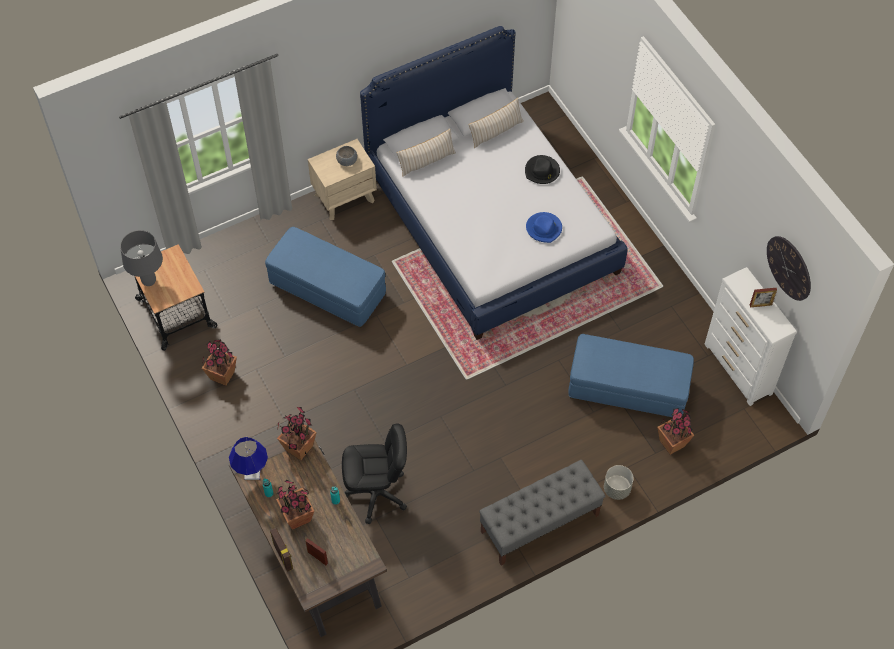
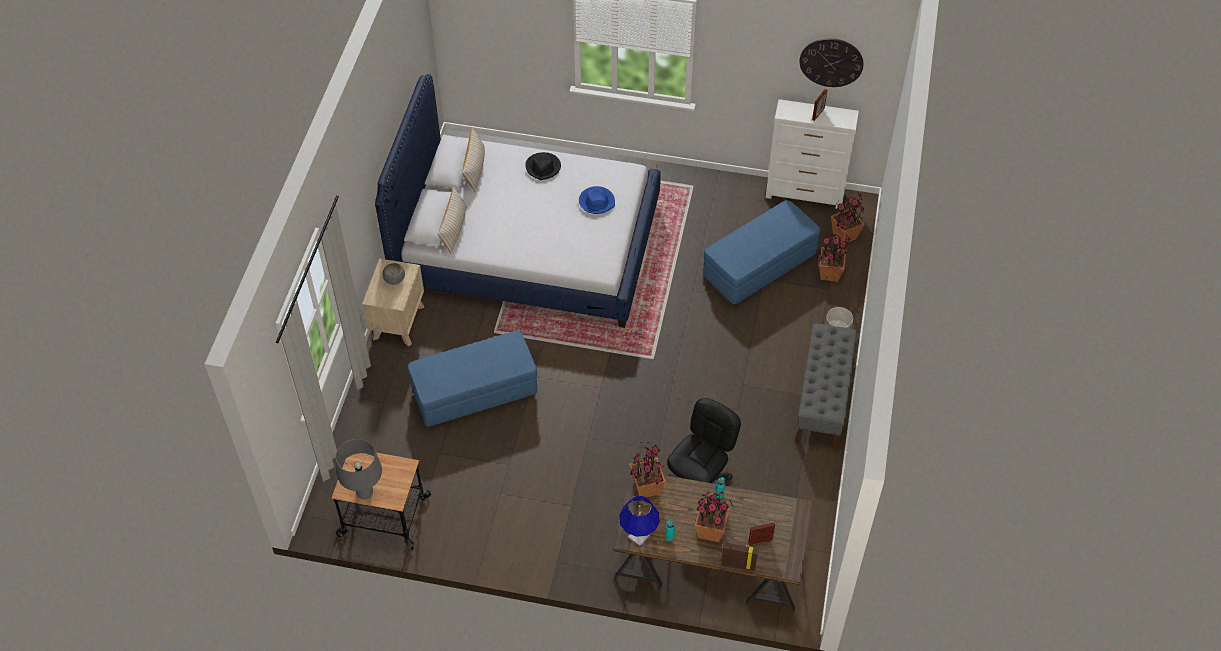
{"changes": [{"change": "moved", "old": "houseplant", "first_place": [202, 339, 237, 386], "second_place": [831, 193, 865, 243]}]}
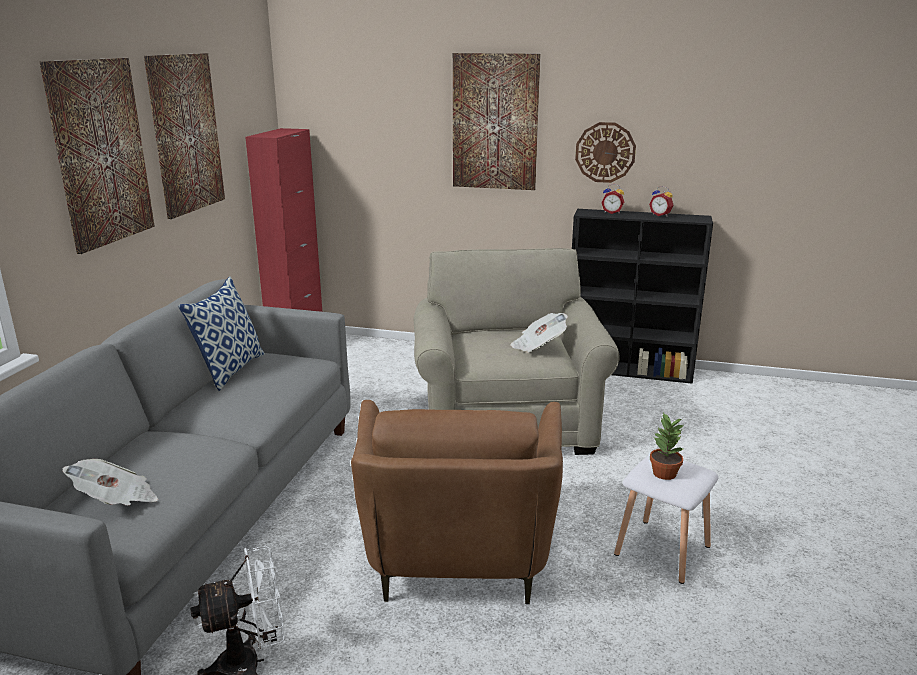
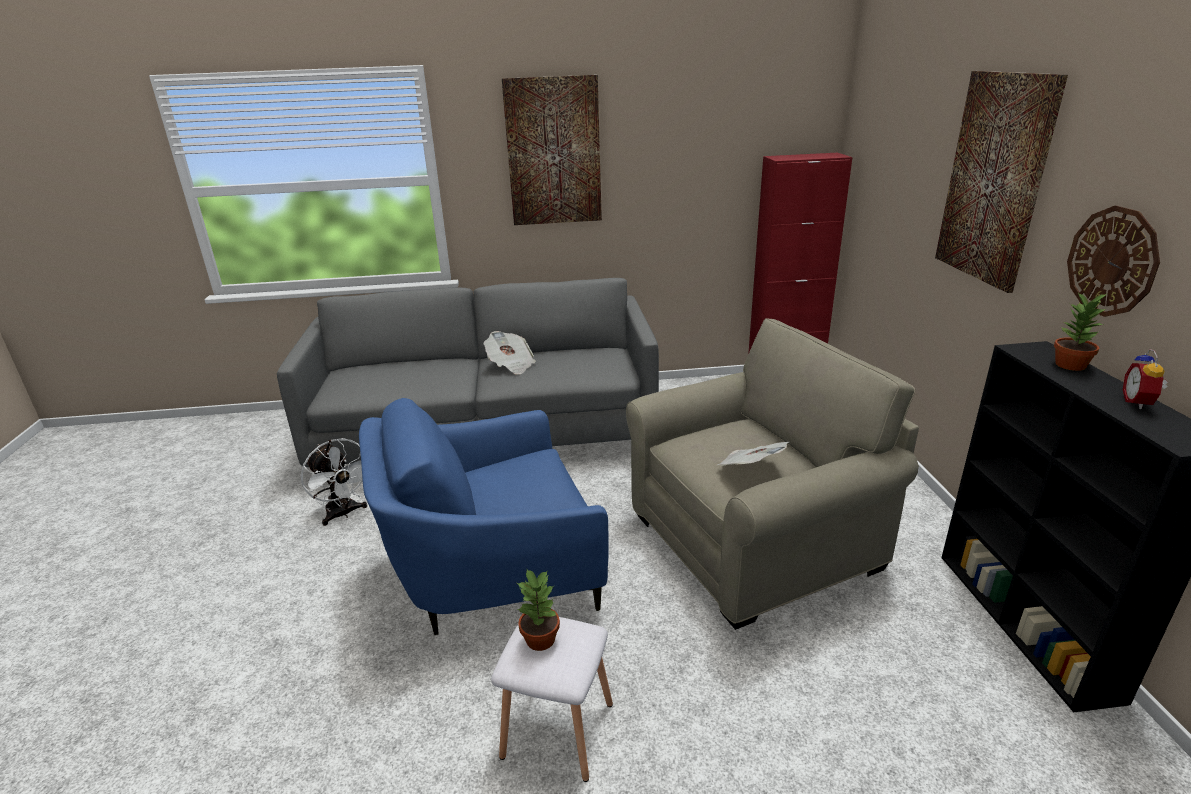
{"changes": [{"change": "removed", "old": "picture", "first_place": [144, 53, 225, 219]}, {"change": "replaced", "old": "bedside clock", "new": "houseplant", "first_place": [601, 184, 624, 214], "second_place": [1054, 292, 1106, 371]}, {"change": "removed", "old": "throw pillow", "first_place": [178, 276, 265, 391]}, {"change": "recoloured", "old": "armchair (brown-coloured)", "new": "armchair (bluish)", "first_place": [351, 400, 563, 604], "second_place": [359, 398, 609, 635]}, {"change": "moved", "old": "newspaper", "first_place": [63, 459, 159, 505], "second_place": [484, 331, 536, 375]}]}
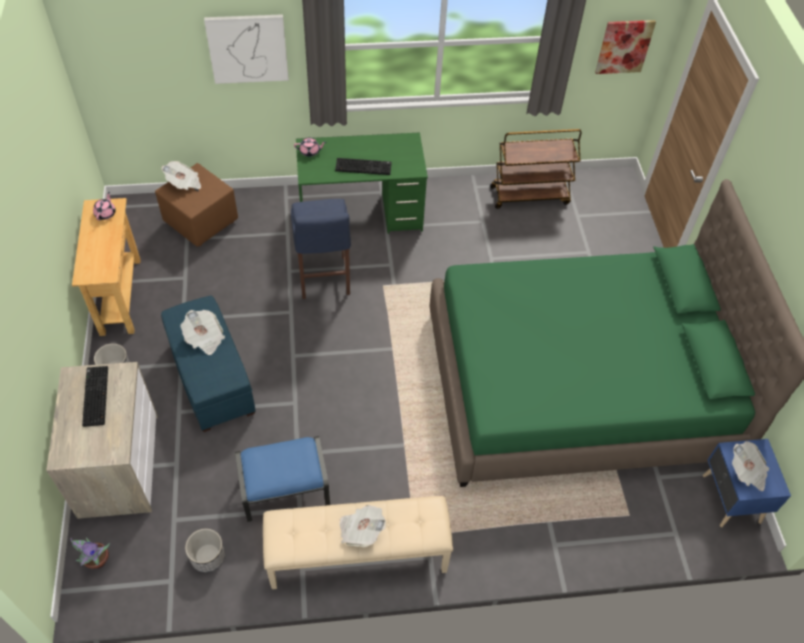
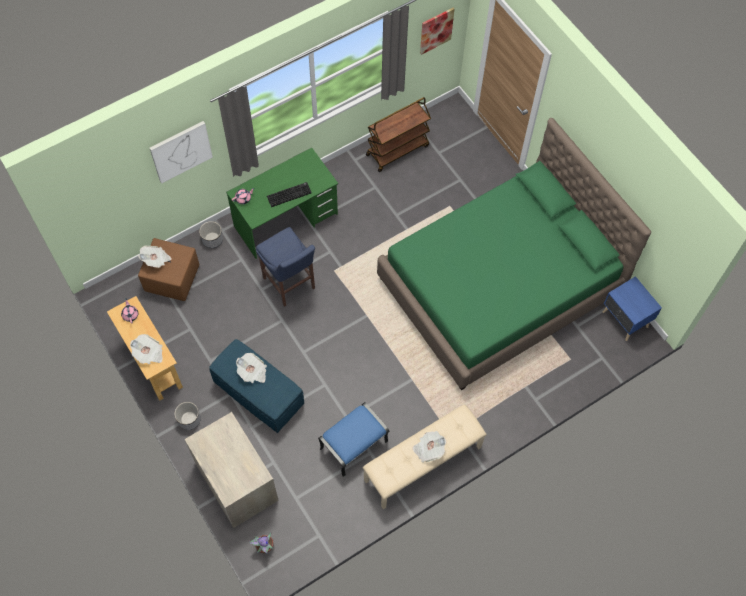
{"changes": [{"change": "removed", "old": "PC keyboard", "first_place": [82, 366, 108, 427]}, {"change": "moved", "old": "newspaper", "first_place": [732, 441, 769, 491], "second_place": [130, 334, 163, 364]}, {"change": "moved", "old": "plant pot", "first_place": [185, 529, 225, 573], "second_place": [199, 221, 223, 248]}]}
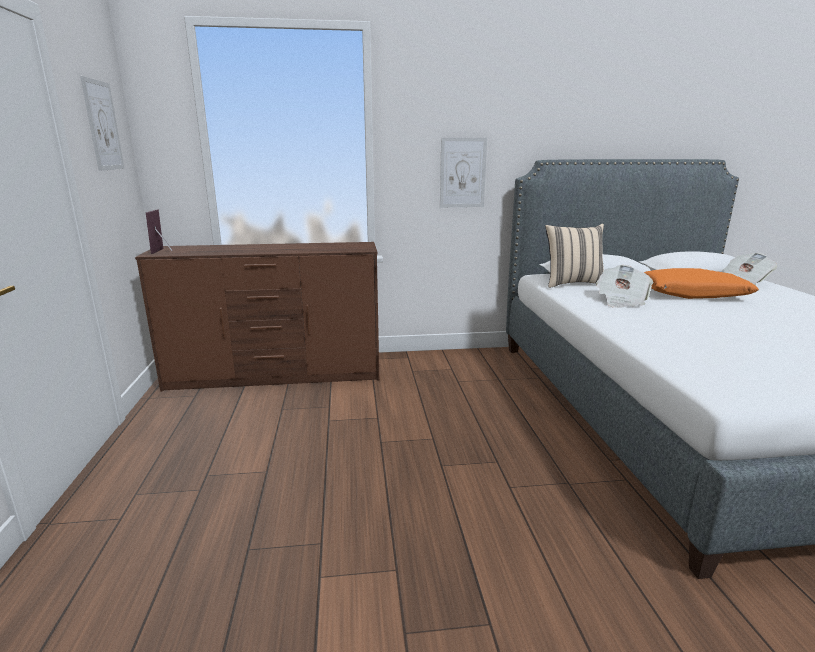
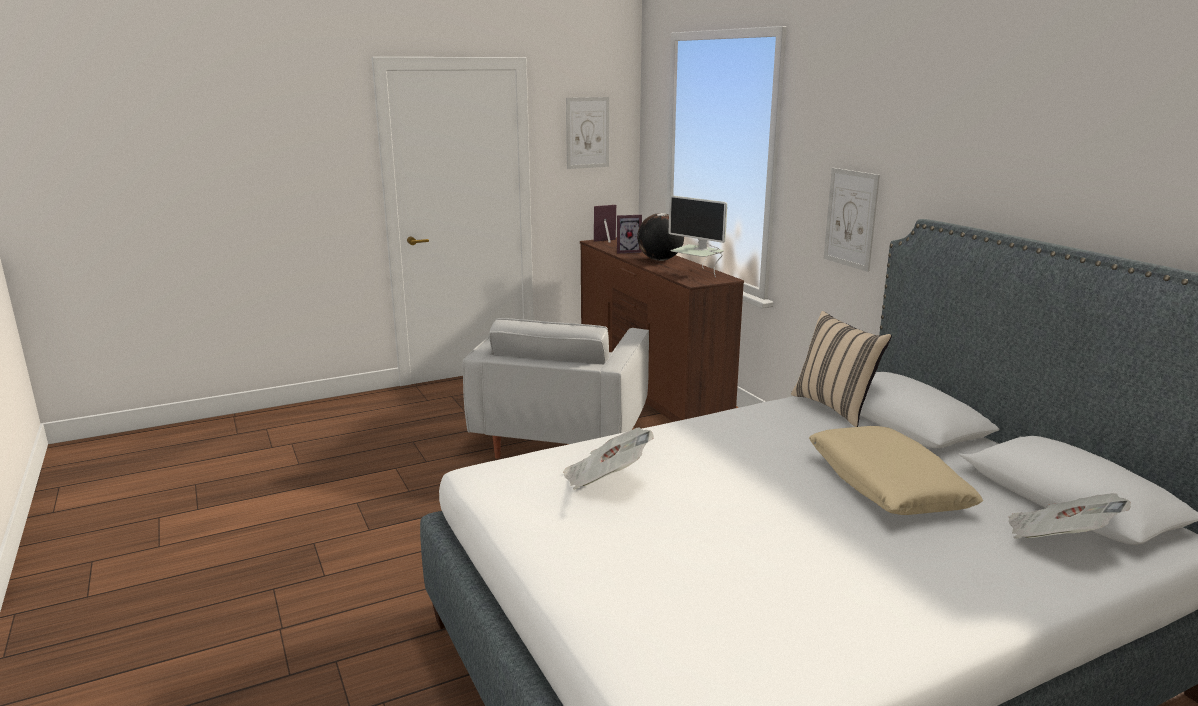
{"changes": [{"change": "moved", "old": "newspaper", "first_place": [596, 265, 653, 308], "second_place": [563, 427, 654, 490]}, {"change": "recoloured", "old": "throw pillow (orangey)", "new": "throw pillow (sand-coloured)", "first_place": [644, 268, 759, 299], "second_place": [809, 426, 983, 515]}, {"change": "added", "new": "computer display", "second_place": [669, 195, 727, 277]}, {"change": "added", "new": "world globe", "second_place": [637, 213, 684, 261]}, {"change": "added", "new": "standing frame", "second_place": [617, 215, 642, 254]}, {"change": "added", "new": "armchair (whitish)", "second_place": [463, 318, 649, 459]}]}
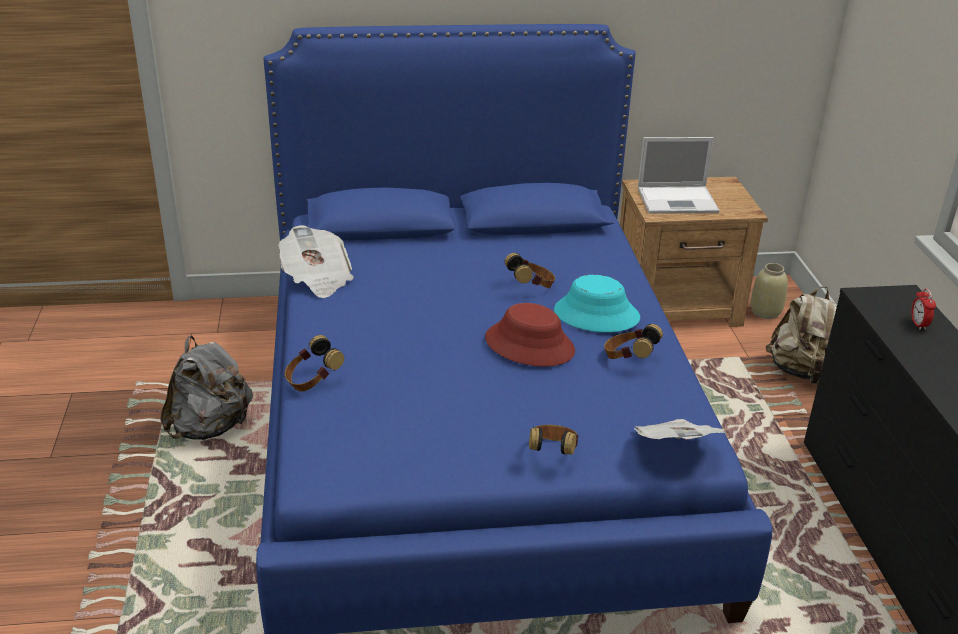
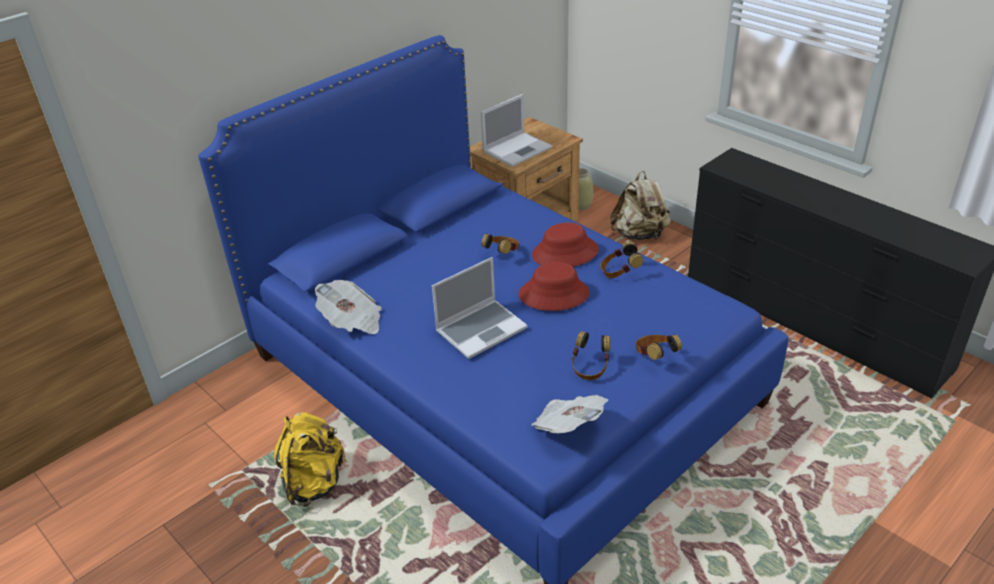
{"changes": [{"change": "recoloured", "old": "hat (blue-green)", "new": "hat (red)", "first_place": [554, 275, 640, 332], "second_place": [532, 223, 599, 267]}, {"change": "removed", "old": "bedside clock", "first_place": [911, 288, 936, 330]}, {"change": "moved", "old": "pair of headphones", "first_place": [285, 335, 344, 391], "second_place": [572, 331, 610, 380]}, {"change": "recoloured", "old": "rucksack (grey)", "new": "rucksack (yellowish)", "first_place": [160, 336, 253, 440], "second_place": [274, 412, 347, 507]}, {"change": "moved", "old": "newspaper", "first_place": [634, 419, 725, 439], "second_place": [531, 395, 608, 433]}, {"change": "added", "new": "laptop", "second_place": [432, 257, 528, 359]}]}
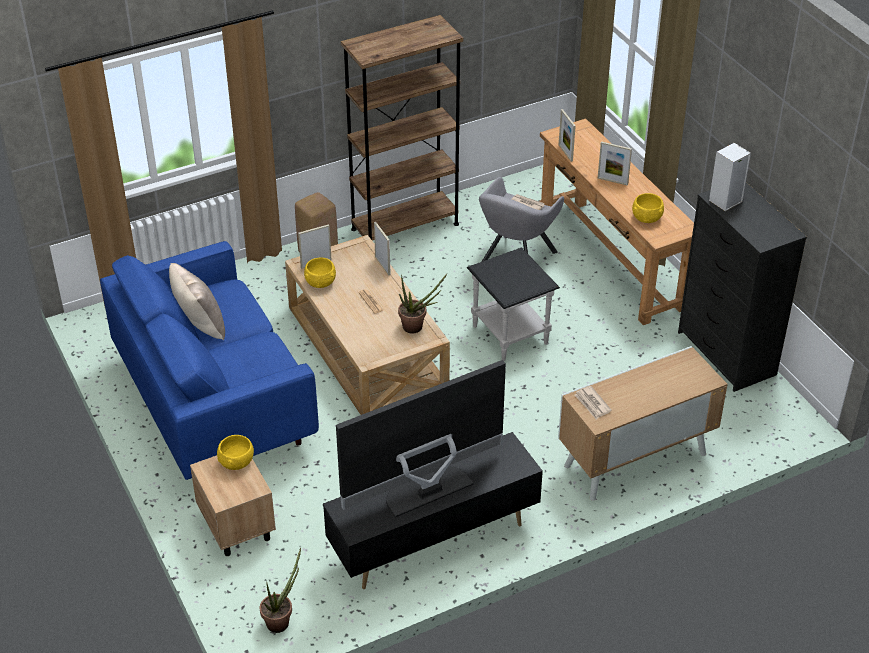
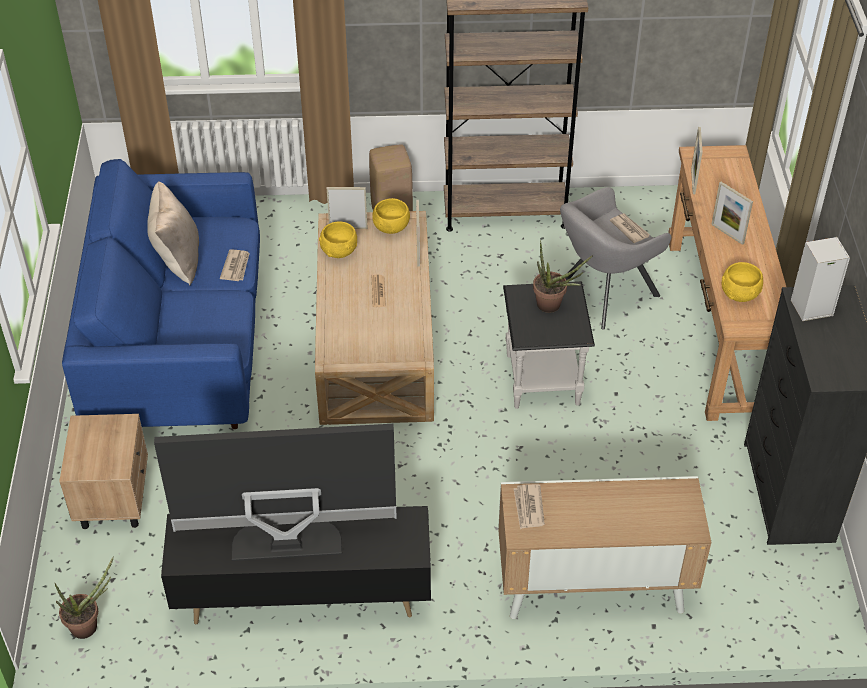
{"changes": [{"change": "moved", "old": "houseplant", "first_place": [398, 274, 447, 334], "second_place": [533, 240, 593, 313]}, {"change": "moved", "old": "deep dish (yellowish)", "first_place": [217, 435, 254, 470], "second_place": [372, 198, 410, 234]}, {"change": "added", "new": "newspaper", "second_place": [220, 249, 250, 281]}]}
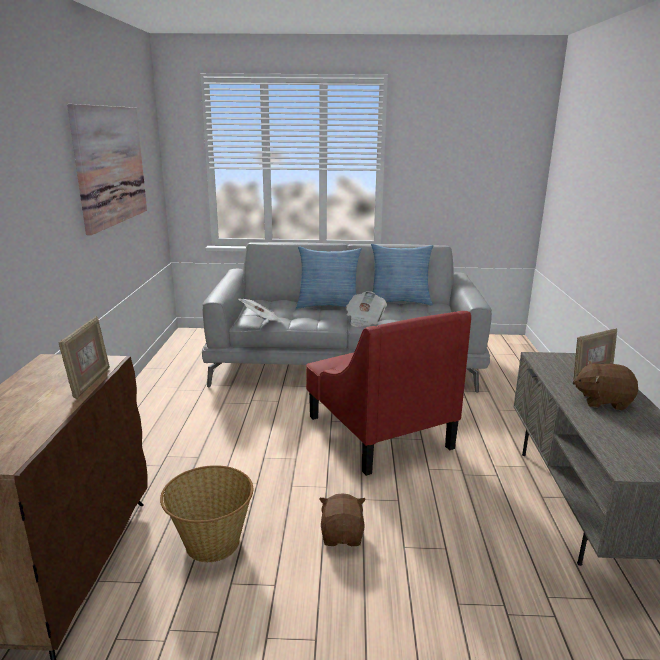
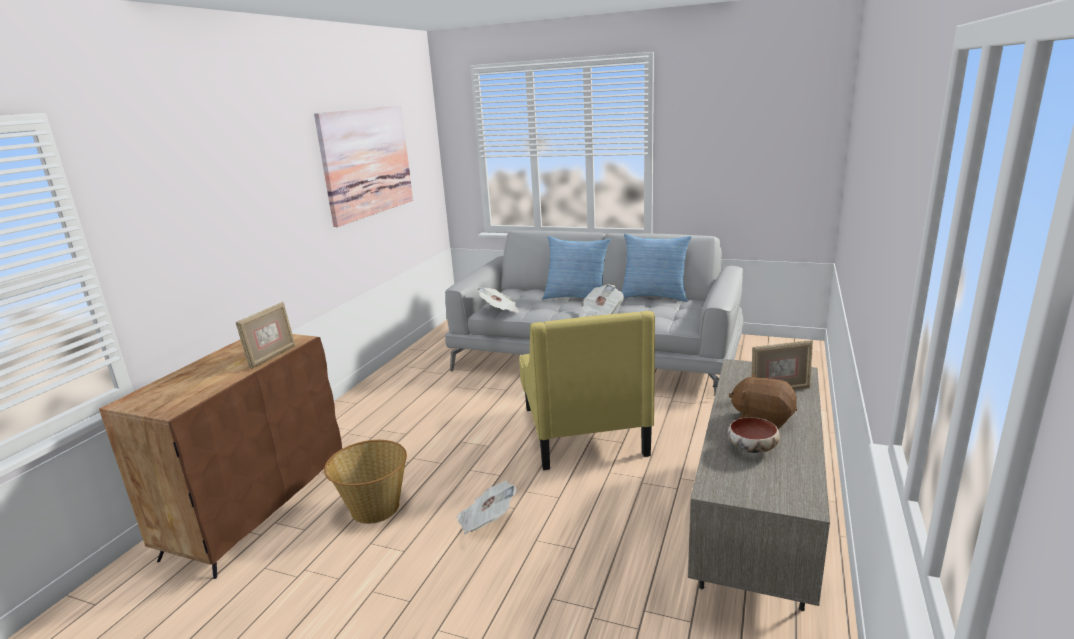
{"changes": [{"change": "recoloured", "old": "armchair (red)", "new": "armchair (yellowish)", "first_place": [306, 311, 471, 476], "second_place": [519, 311, 655, 470]}, {"change": "replaced", "old": "cuddly toy (brown-coloured)", "new": "newspaper", "first_place": [319, 493, 366, 546], "second_place": [457, 481, 517, 534]}, {"change": "added", "new": "deep dish", "second_place": [728, 417, 780, 453]}]}
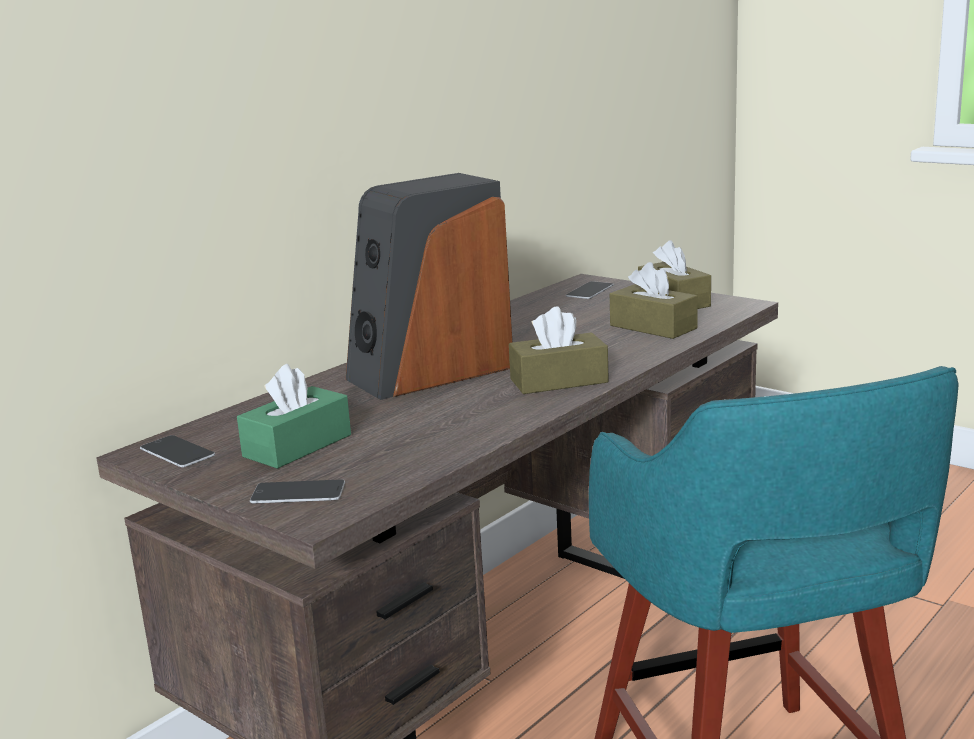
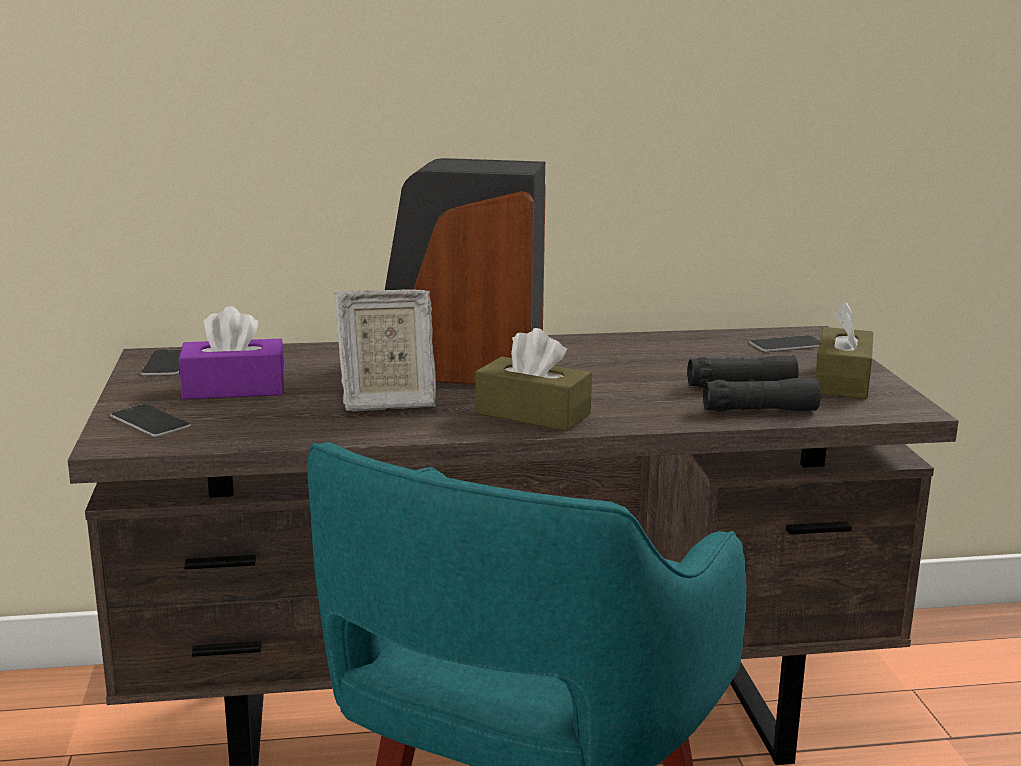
{"changes": [{"change": "replaced", "old": "tissue box (brown-coloured)", "new": "field glasses (black)", "first_place": [610, 262, 698, 339], "second_place": [687, 355, 821, 412]}, {"change": "recoloured", "old": "tissue box (greenish)", "new": "tissue box (purplish)", "first_place": [237, 364, 351, 469], "second_place": [179, 306, 285, 399]}, {"change": "added", "new": "standing frame", "second_place": [334, 289, 436, 412]}]}
